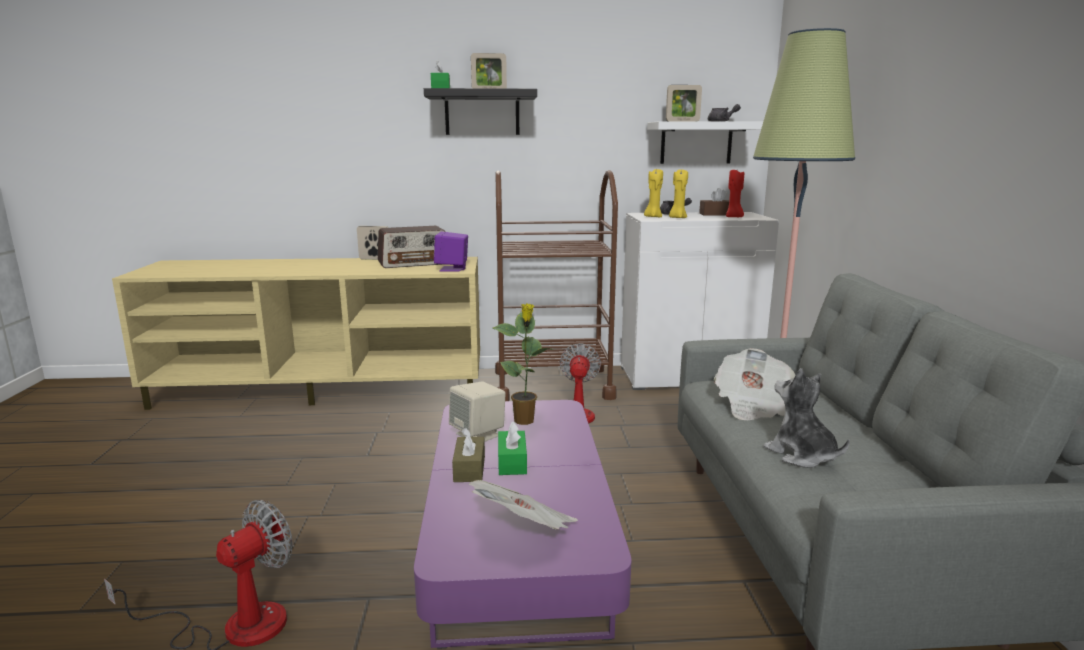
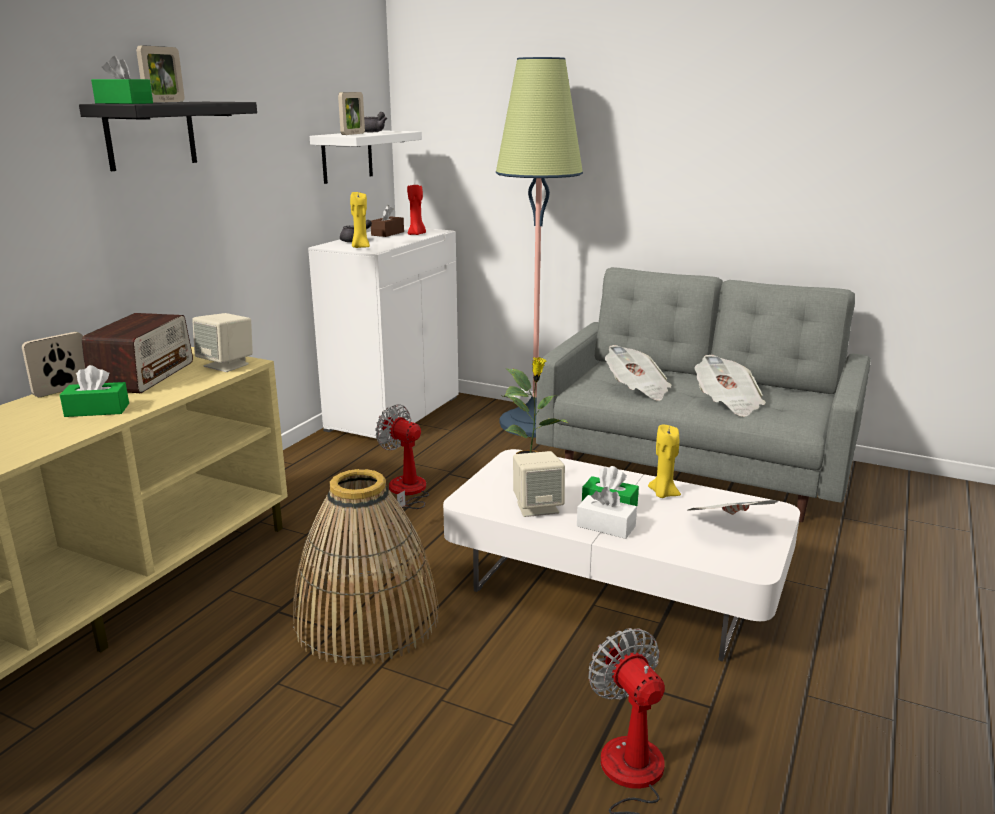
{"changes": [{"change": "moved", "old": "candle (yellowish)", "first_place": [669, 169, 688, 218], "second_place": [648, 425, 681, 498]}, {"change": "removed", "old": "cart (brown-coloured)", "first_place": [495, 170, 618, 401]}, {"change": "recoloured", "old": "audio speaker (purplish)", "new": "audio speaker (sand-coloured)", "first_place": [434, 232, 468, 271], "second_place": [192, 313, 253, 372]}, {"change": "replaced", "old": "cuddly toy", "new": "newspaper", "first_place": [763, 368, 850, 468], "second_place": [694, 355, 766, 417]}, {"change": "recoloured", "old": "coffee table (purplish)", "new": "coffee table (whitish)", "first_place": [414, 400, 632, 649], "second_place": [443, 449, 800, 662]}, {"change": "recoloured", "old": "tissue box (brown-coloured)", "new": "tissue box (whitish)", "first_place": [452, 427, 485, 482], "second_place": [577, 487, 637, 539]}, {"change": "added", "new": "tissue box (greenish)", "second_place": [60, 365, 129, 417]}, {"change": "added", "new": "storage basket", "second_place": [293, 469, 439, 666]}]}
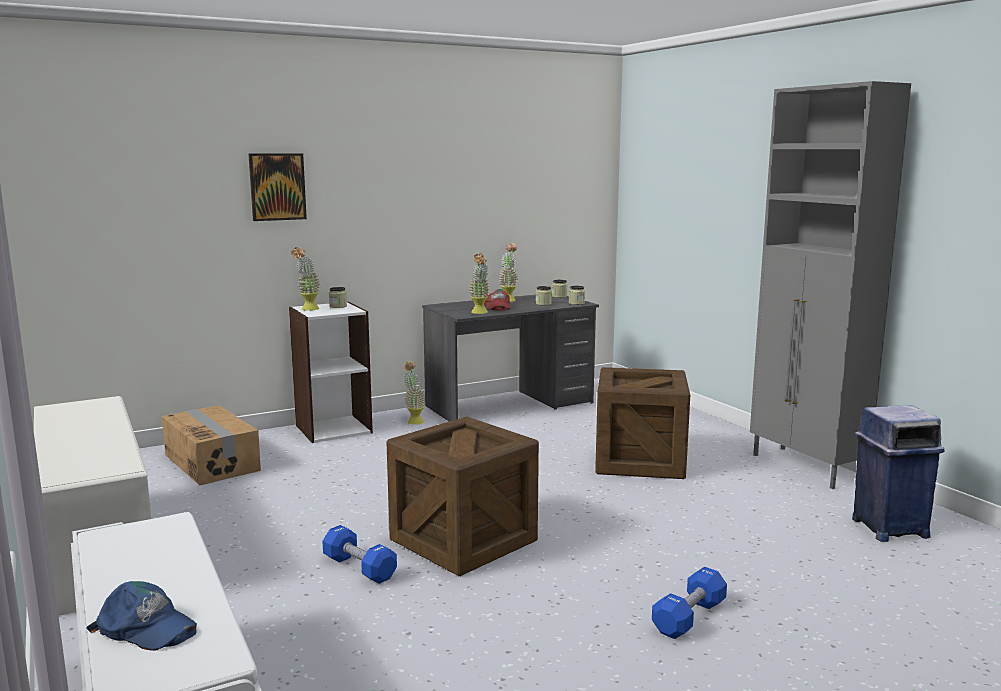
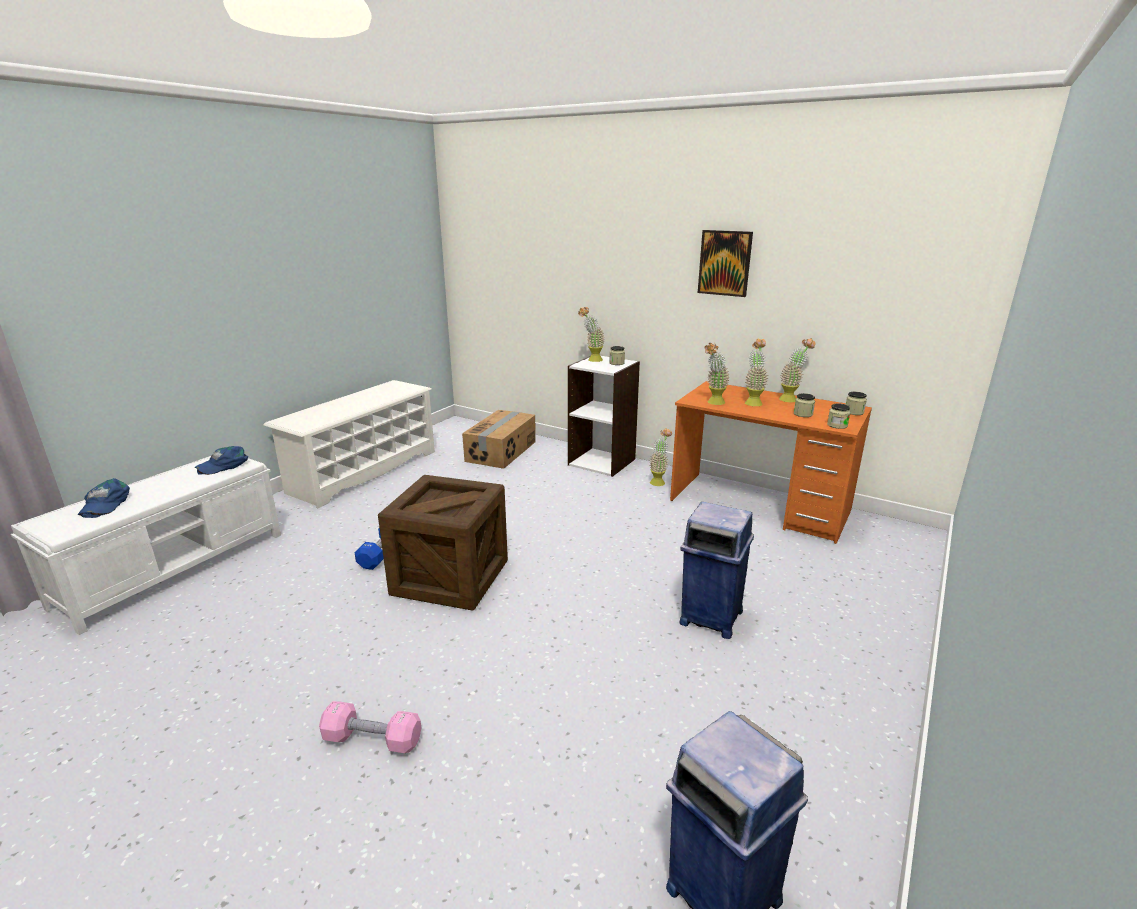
{"changes": [{"change": "removed", "old": "cupboard (grey)", "first_place": [750, 81, 911, 489]}, {"change": "moved", "old": "picture", "first_place": [248, 153, 307, 221], "second_place": [698, 230, 753, 297]}, {"change": "replaced", "old": "cap (red)", "new": "houseplant", "first_place": [484, 289, 511, 311], "second_place": [745, 338, 768, 406]}, {"change": "recoloured", "old": "desk (grey)", "new": "desk (orangey)", "first_place": [422, 295, 599, 421], "second_place": [670, 381, 872, 544]}, {"change": "replaced", "old": "crate", "new": "trash can (bluish)", "first_place": [595, 367, 690, 479], "second_place": [679, 502, 754, 639]}, {"change": "recoloured", "old": "hand weight (bluish)", "new": "hand weight (pink-coloured)", "first_place": [652, 567, 727, 639], "second_place": [319, 701, 421, 753]}, {"change": "added", "new": "cap (bluish)", "second_place": [195, 446, 248, 475]}]}
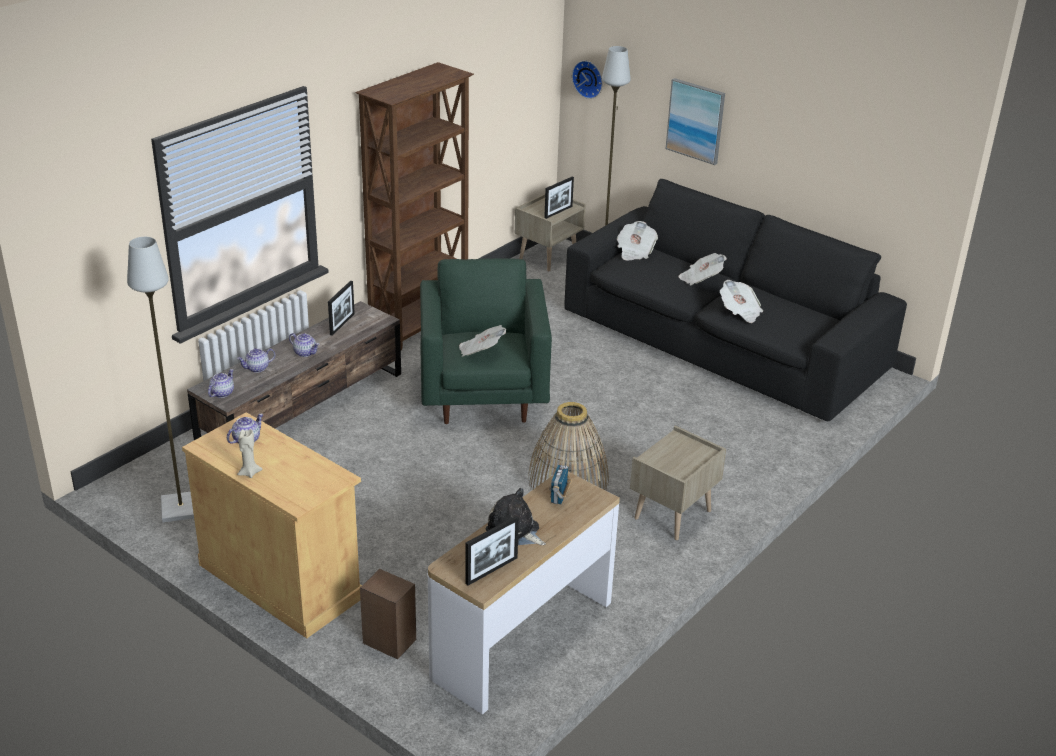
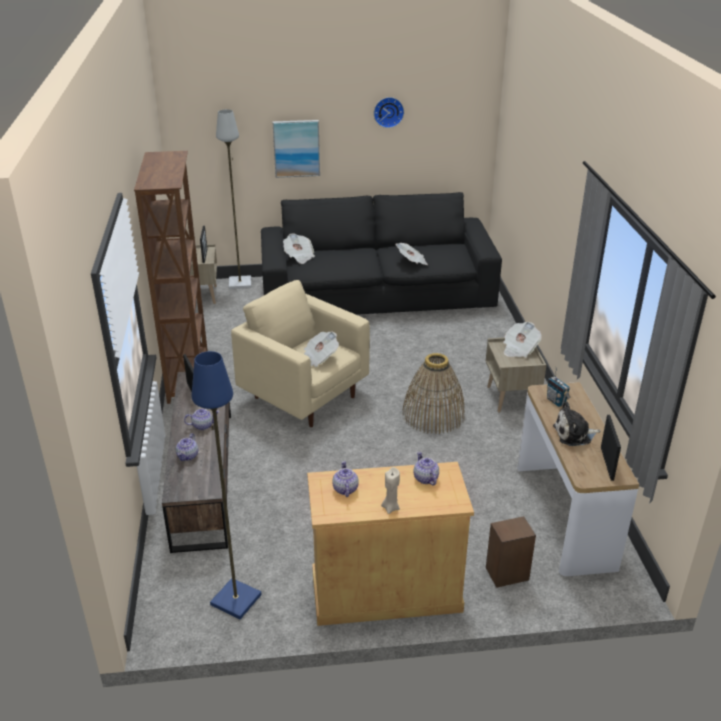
{"changes": [{"change": "moved", "old": "hanging clock", "first_place": [572, 61, 603, 99], "second_place": [374, 97, 404, 128]}, {"change": "recoloured", "old": "standing lamp (grey)", "new": "standing lamp (bluish)", "first_place": [127, 237, 194, 523], "second_place": [192, 351, 262, 619]}, {"change": "moved", "old": "newspaper", "first_place": [679, 253, 727, 285], "second_place": [503, 322, 542, 358]}, {"change": "recoloured", "old": "armchair (greenish)", "new": "armchair (sand-coloured)", "first_place": [420, 258, 552, 424], "second_place": [231, 280, 370, 427]}, {"change": "moved", "old": "pot for tea", "first_place": [208, 369, 234, 398], "second_place": [413, 452, 439, 485]}]}
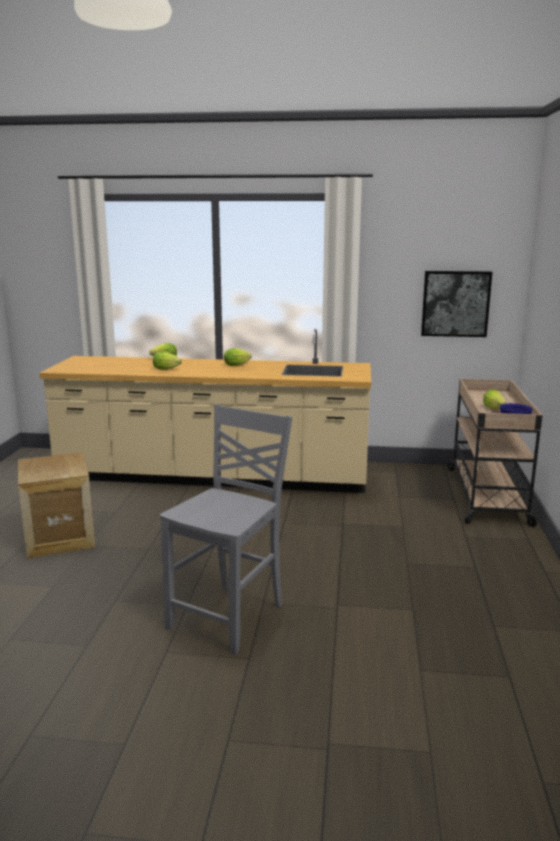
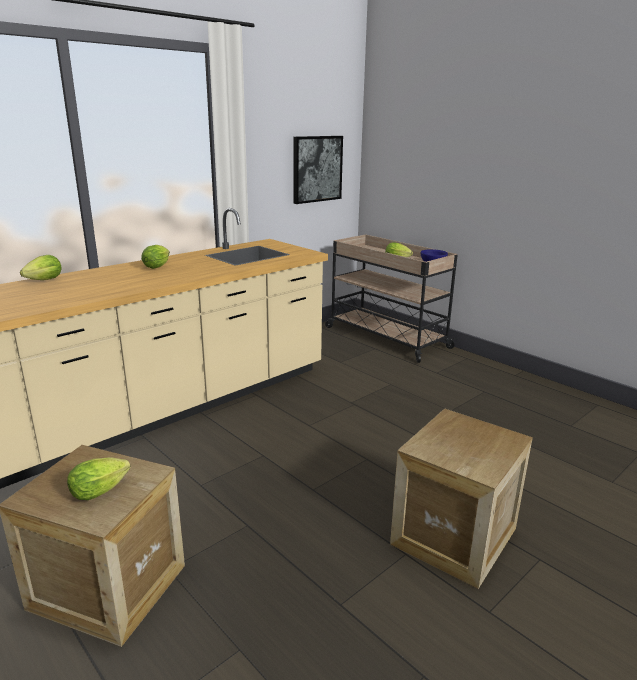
{"changes": [{"change": "moved", "old": "lettuce", "first_place": [153, 352, 182, 370], "second_place": [67, 457, 131, 500]}, {"change": "replaced", "old": "plain chair (grey)", "new": "crate", "first_place": [160, 404, 292, 655], "second_place": [390, 408, 533, 589]}]}
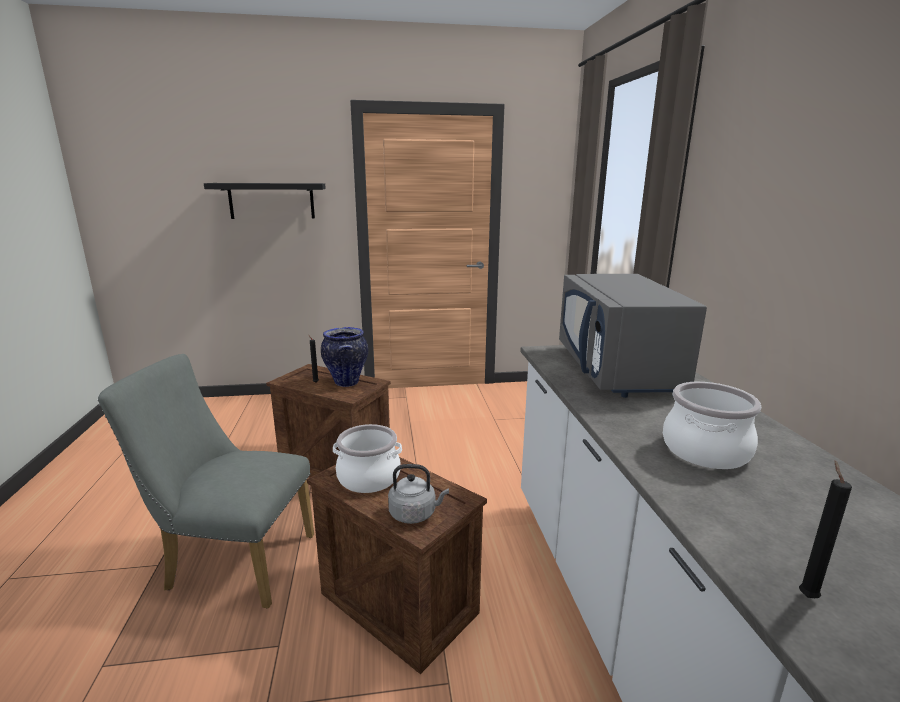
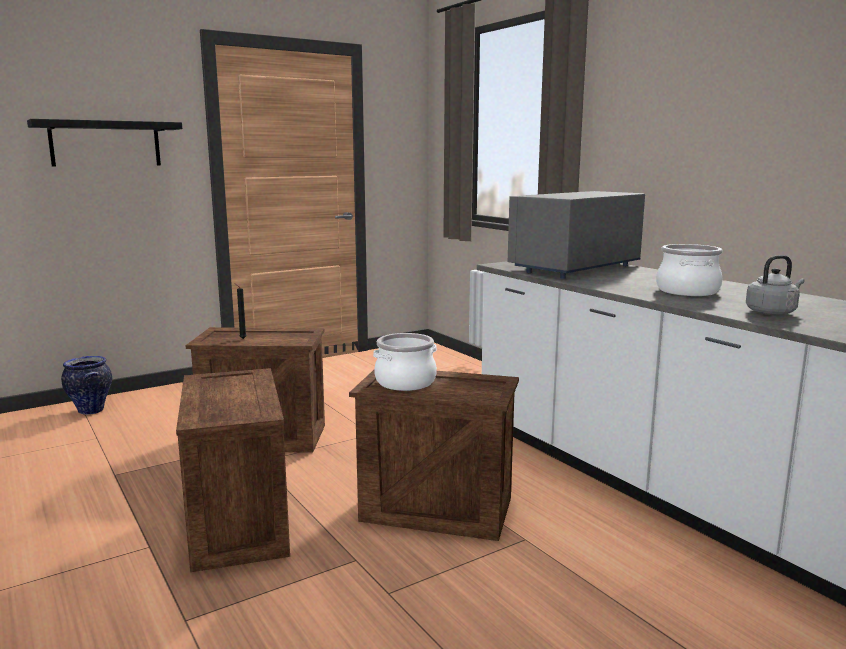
{"changes": [{"change": "turned", "old": "microwave oven (grey)", "first_place": [559, 274, 707, 398], "second_place": [508, 191, 645, 279], "degrees": 75}, {"change": "moved", "old": "flower vase", "first_place": [321, 327, 368, 387], "second_place": [61, 356, 112, 415]}, {"change": "replaced", "old": "plain chair (grey)", "new": "crate", "first_place": [97, 354, 314, 608], "second_place": [176, 368, 290, 572]}, {"change": "removed", "old": "candle (black)", "first_place": [799, 461, 852, 598]}, {"change": "moved", "old": "water kettle (grey)", "first_place": [388, 464, 449, 524], "second_place": [746, 255, 805, 315]}]}
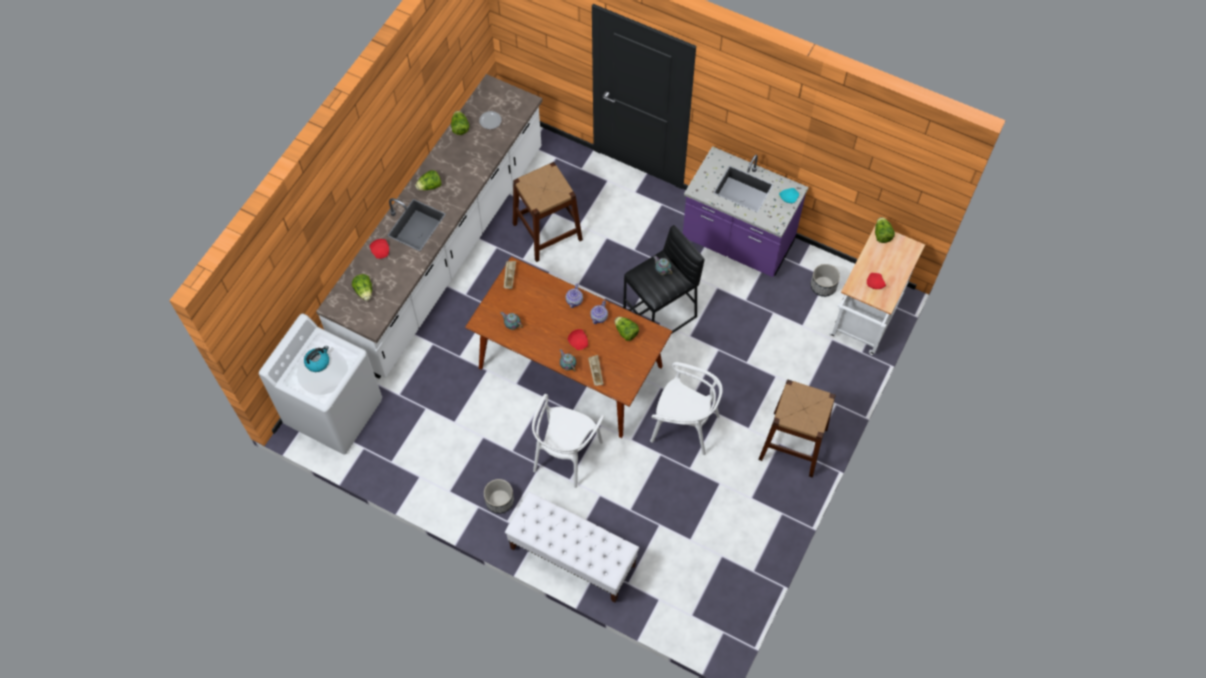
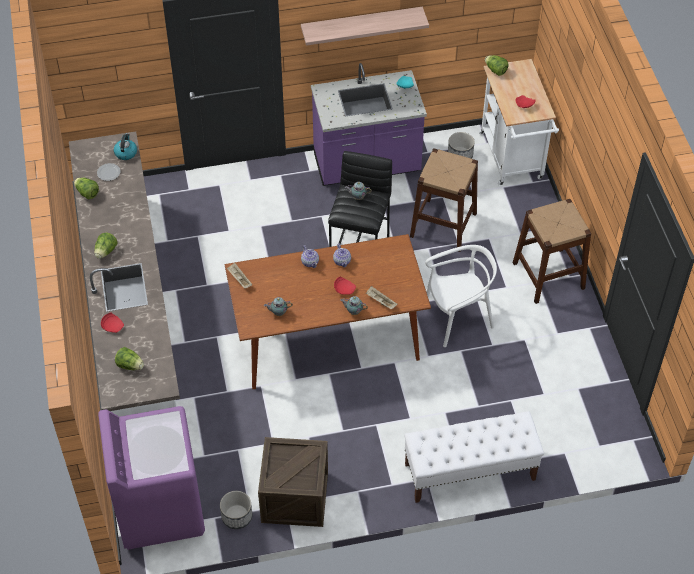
{"changes": [{"change": "moved", "old": "stool seat (brown-coloured)", "first_place": [513, 162, 583, 262], "second_place": [410, 148, 478, 252]}, {"change": "recoloured", "old": "laundry machine (whitish)", "new": "laundry machine (purplish)", "first_place": [259, 313, 382, 455], "second_place": [98, 406, 205, 550]}, {"change": "removed", "old": "lettuce", "first_place": [615, 317, 639, 341]}, {"change": "moved", "old": "water kettle", "first_place": [304, 346, 329, 372], "second_place": [114, 133, 137, 160]}, {"change": "removed", "old": "plain chair (whitish)", "first_place": [532, 394, 605, 488]}, {"change": "moved", "old": "plant pot", "first_place": [484, 479, 514, 514], "second_place": [220, 491, 252, 529]}, {"change": "added", "new": "wall shelf", "second_place": [301, 7, 429, 46]}, {"change": "added", "new": "crate", "second_place": [258, 437, 328, 527]}]}
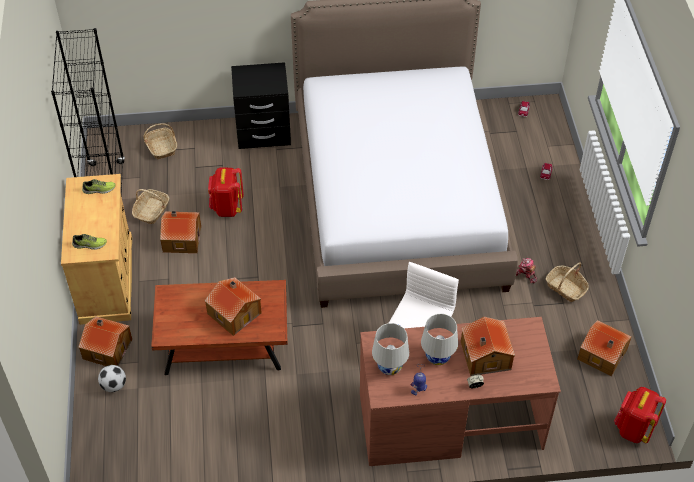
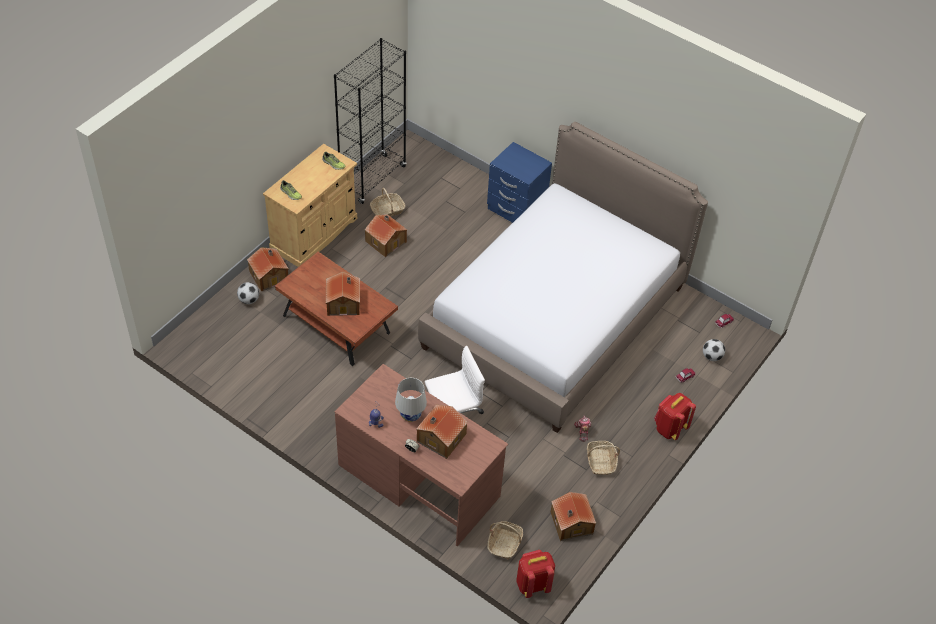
{"changes": [{"change": "recoloured", "old": "nightstand (black)", "new": "nightstand (bluish)", "first_place": [231, 62, 291, 149], "second_place": [487, 142, 552, 223]}, {"change": "moved", "old": "storage basket", "first_place": [143, 123, 177, 159], "second_place": [487, 521, 523, 560]}, {"change": "moved", "old": "rucksack (red)", "first_place": [208, 168, 244, 217], "second_place": [654, 393, 696, 440]}, {"change": "removed", "old": "tabletop lamp (whitish)", "first_place": [372, 323, 409, 375]}, {"change": "added", "new": "football ball", "second_place": [703, 339, 725, 361]}]}
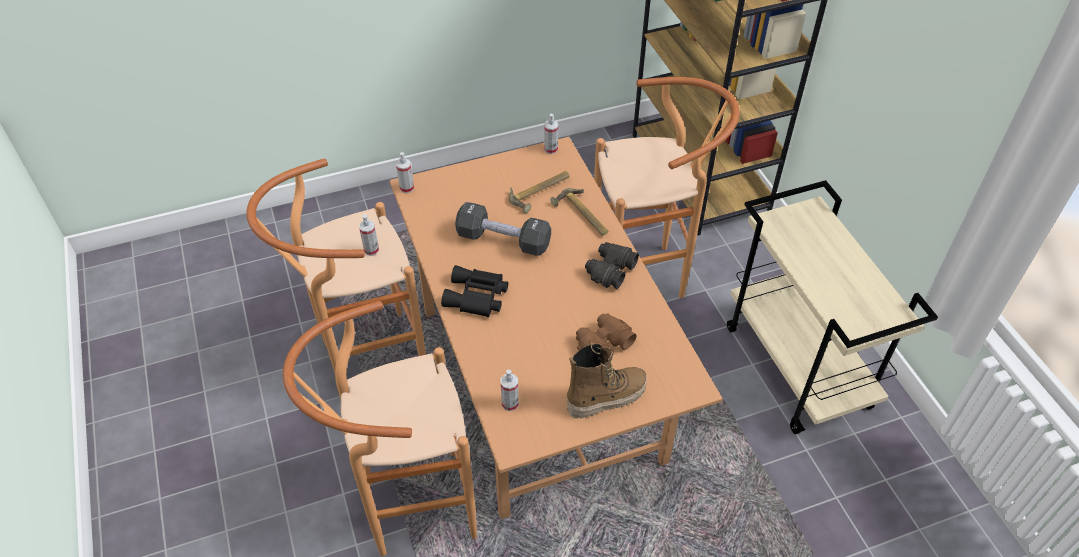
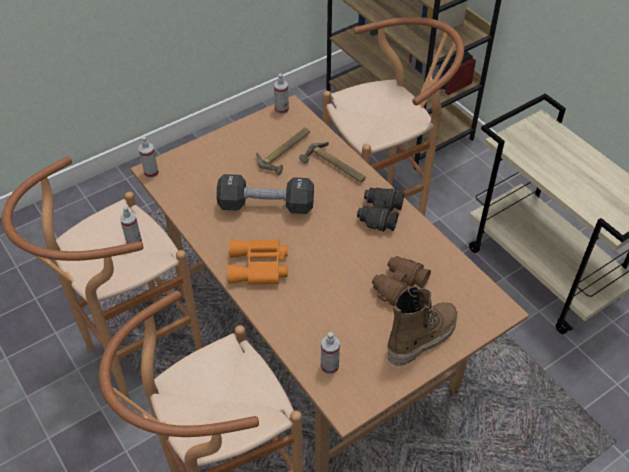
{"changes": [{"change": "recoloured", "old": "field glasses (black)", "new": "field glasses (orangey)", "first_place": [441, 265, 508, 317], "second_place": [228, 239, 288, 285]}]}
